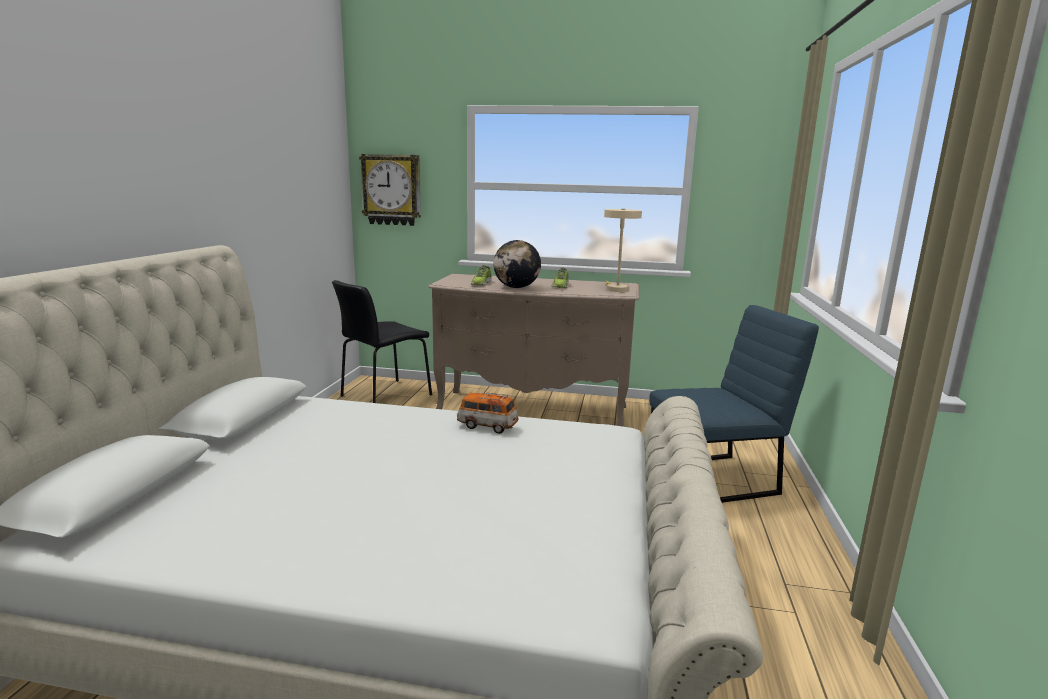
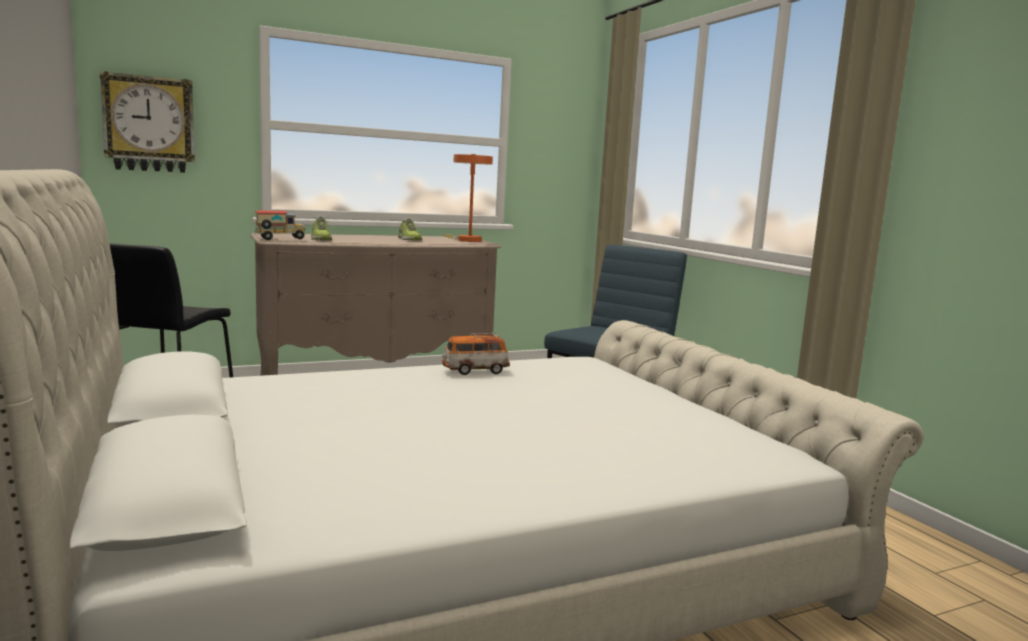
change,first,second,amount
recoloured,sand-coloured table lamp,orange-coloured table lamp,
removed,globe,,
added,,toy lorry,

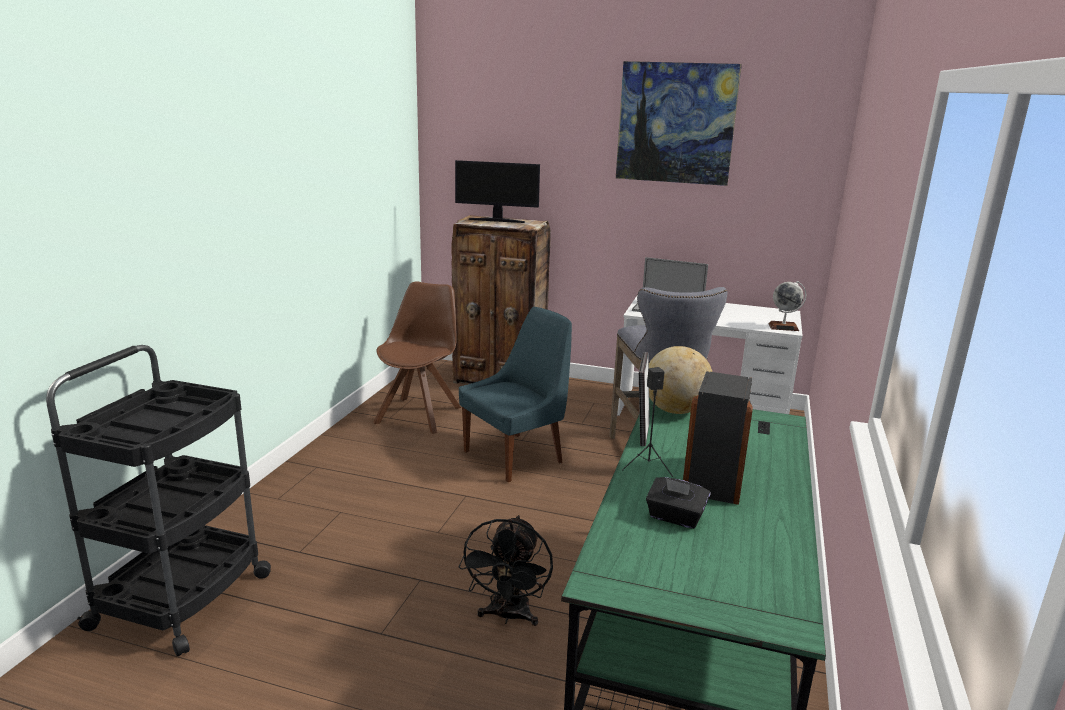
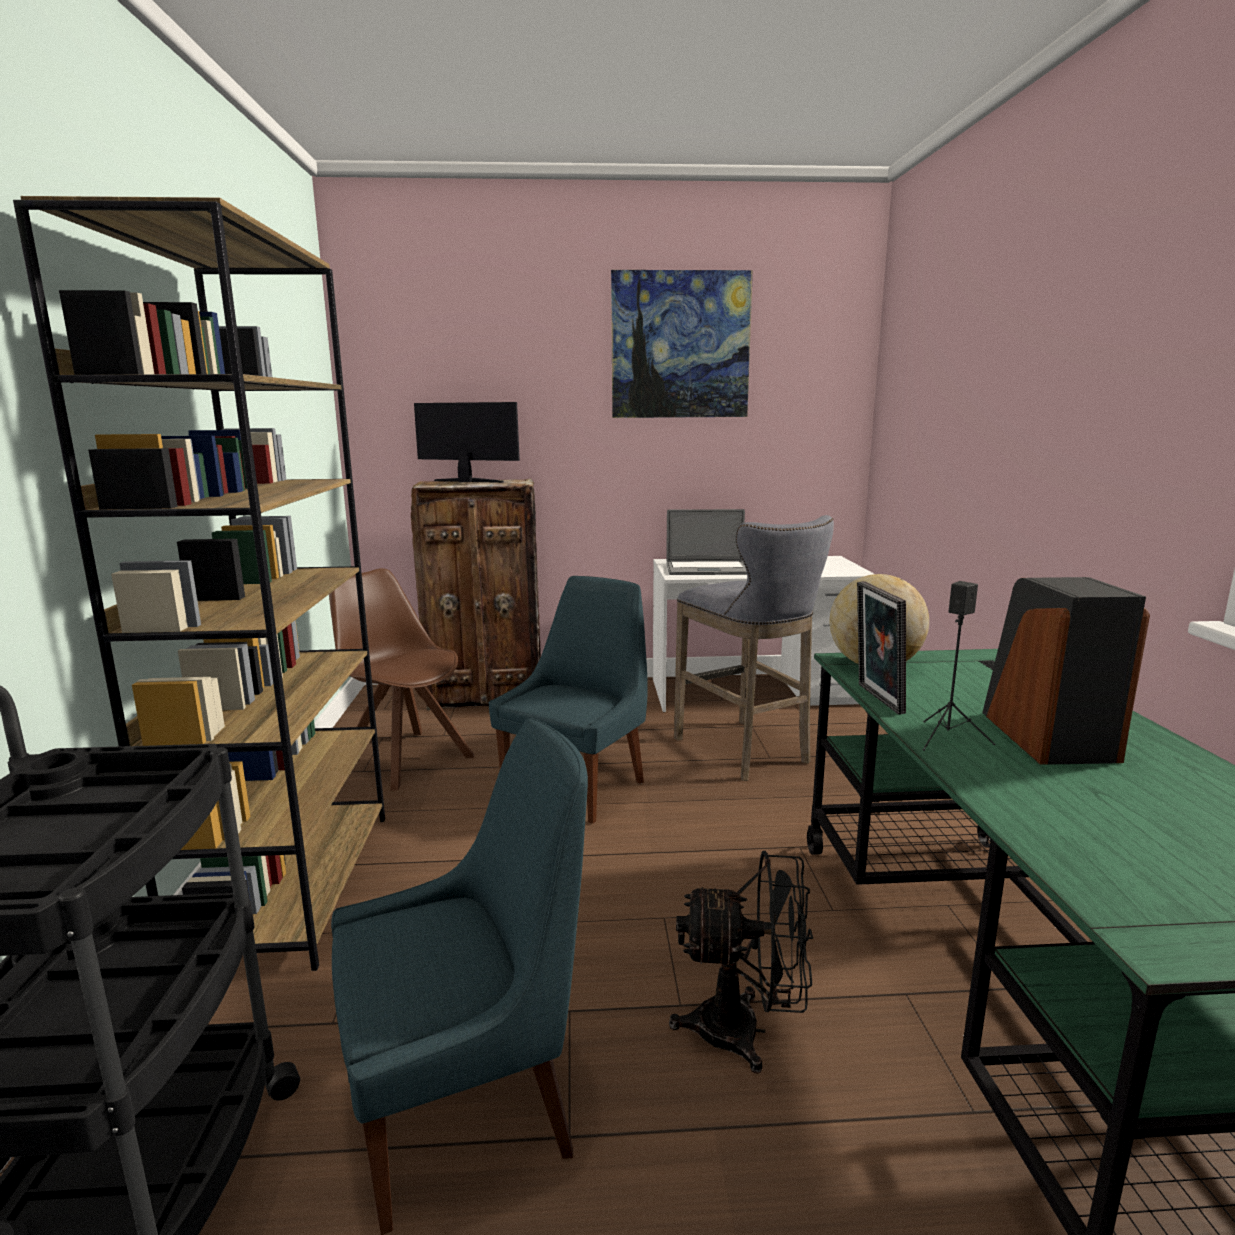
change,first,second,amount
turned,computer screen,,150 degrees counterclockwise
turned,brown-coloured plain chair,,45 degrees counterclockwise
removed,globe (2nd from left),,
removed,blackish tissue box,,
turned,blackish electric fan,,75 degrees counterclockwise
added,,brown-coloured bookshelf,
added,,bluish plain chair (1st from left),

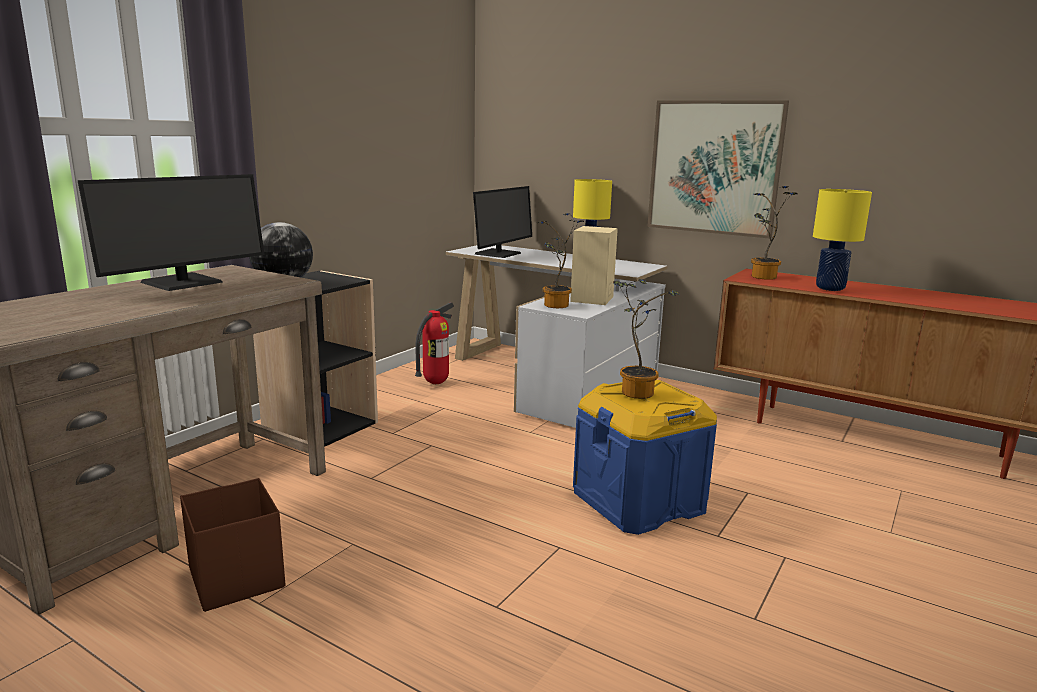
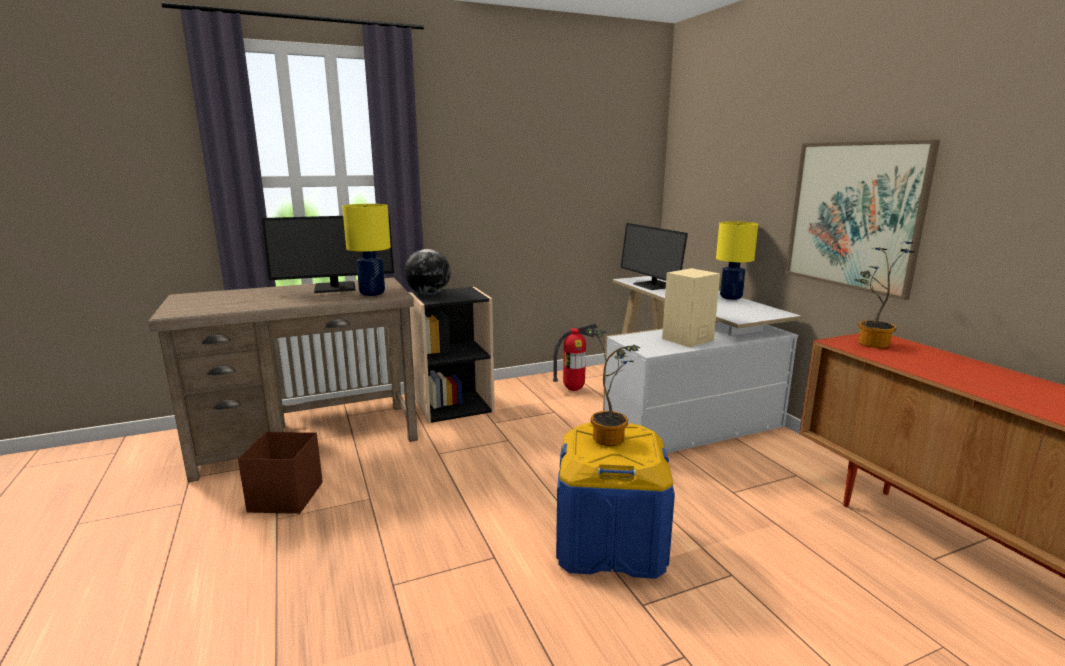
change,first,second,amount
turned,computer screen (2nd from left),,90 degrees clockwise
moved,yellowish table lamp (2nd from left in the first image),yellowish table lamp (1st from left),
removed,plant in a pot (1st from left),,

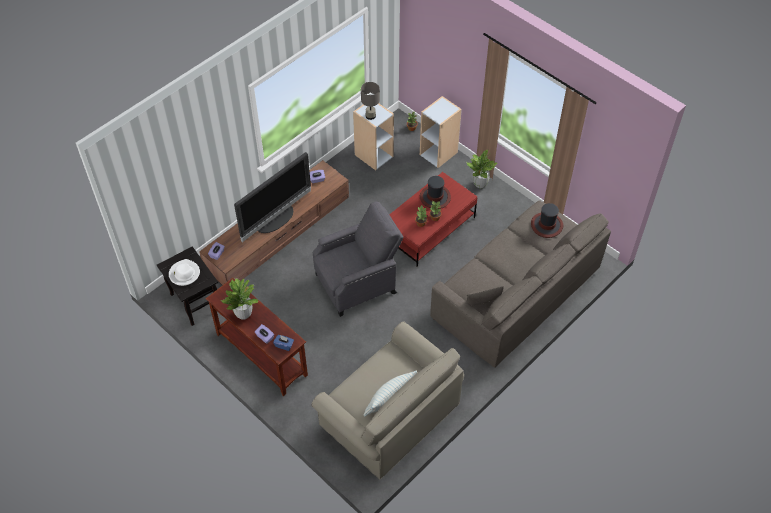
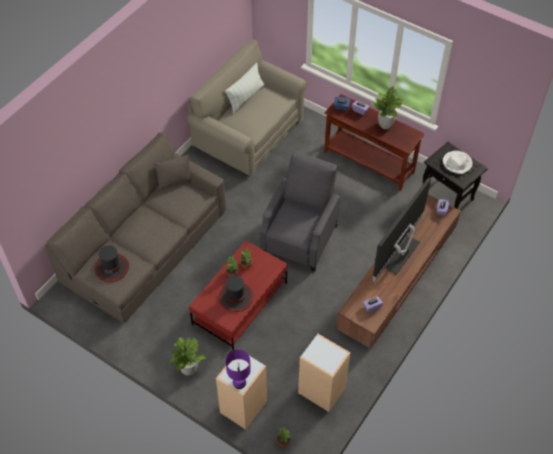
change,first,second,amount
removed,greyish table lamp,,
turned,greyish easy chair,,150 degrees clockwise
added,,purplish table lamp,

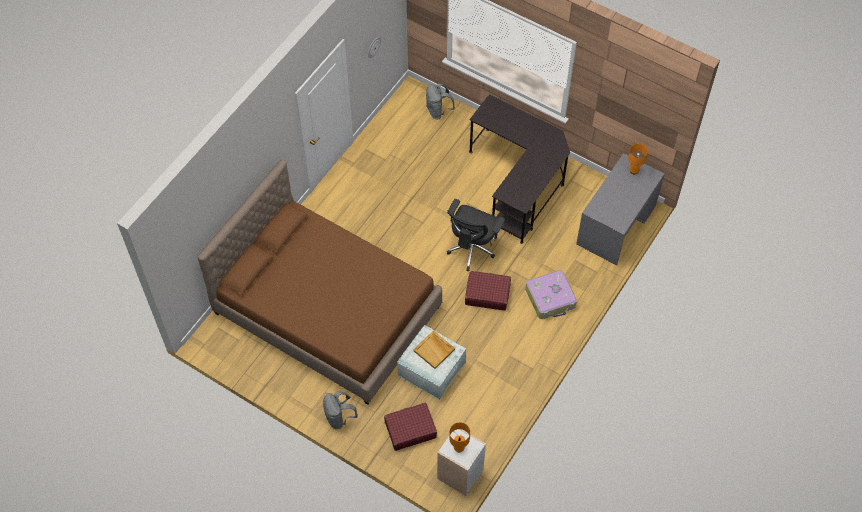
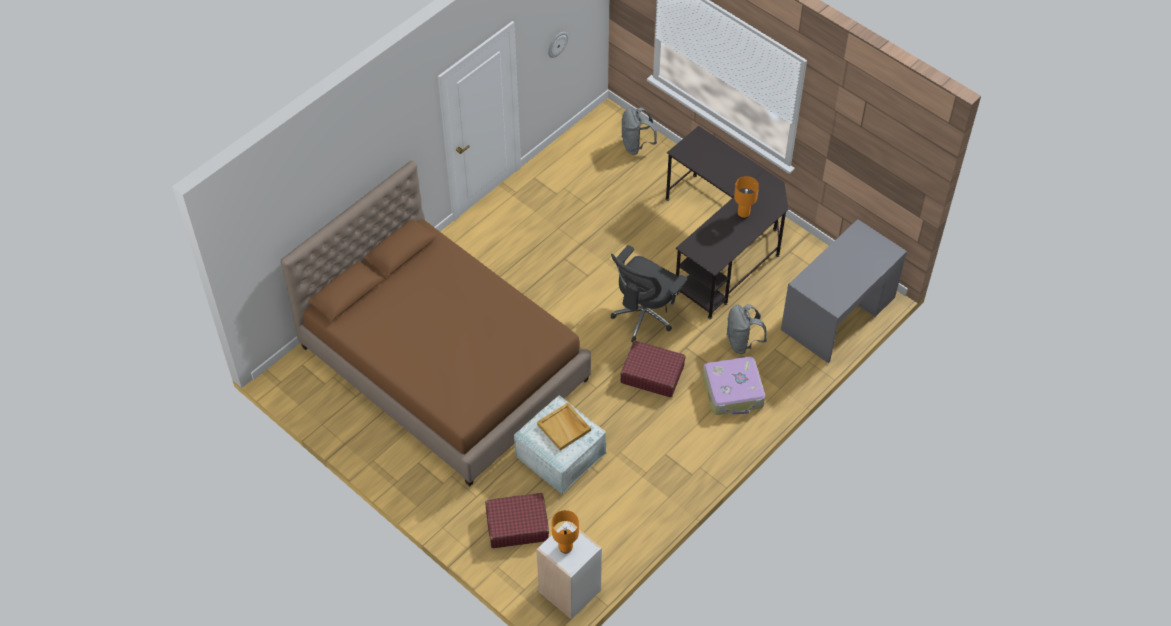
change,first,second,amount
moved,orange-coloured table lamp (2nd from left),,
moved,greyish rucksack (1st from left in the first image),greyish rucksack (2nd from left),

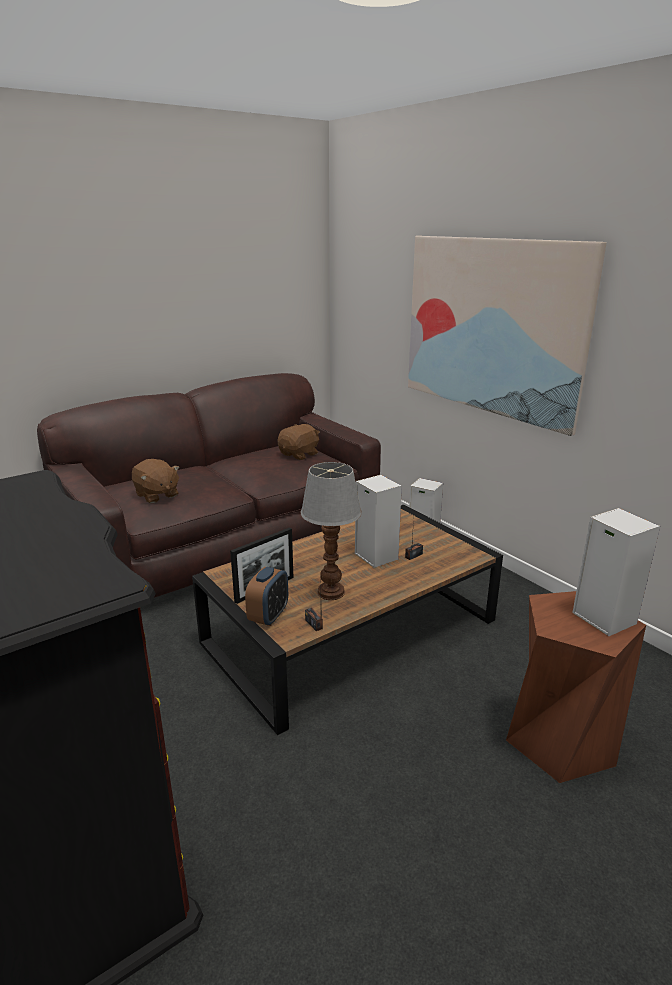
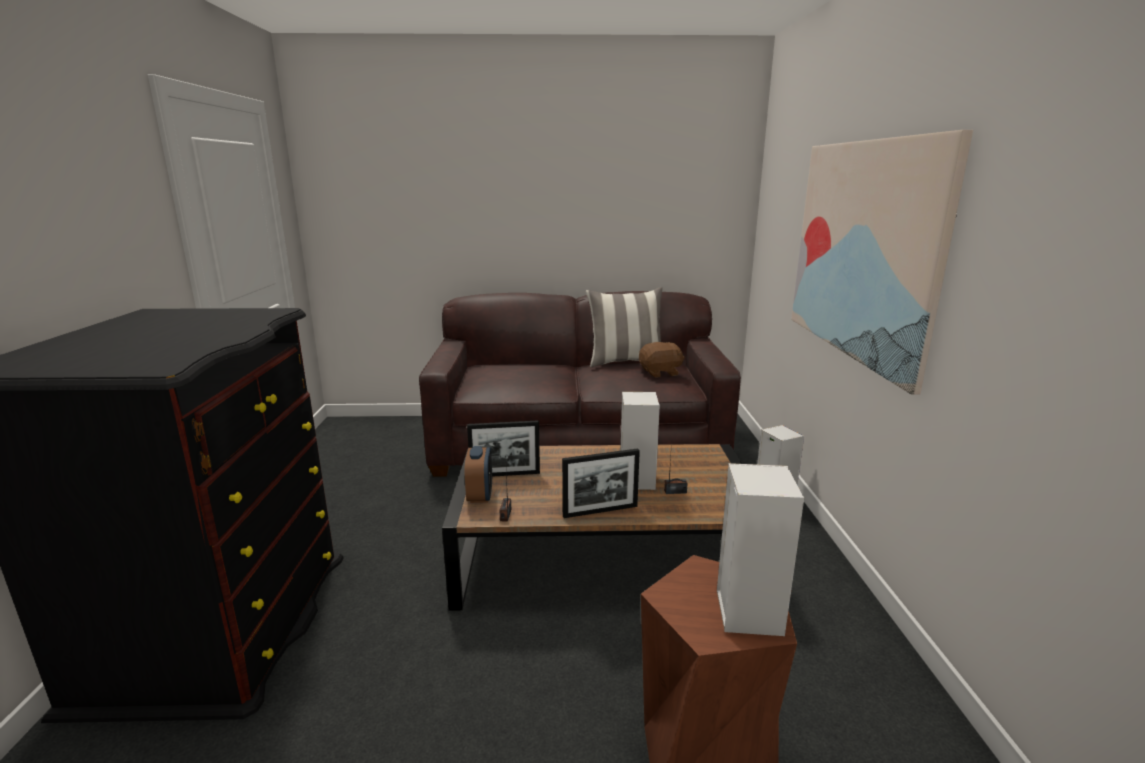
change,first,second,amount
removed,brown-coloured plush toy (1st from left),,
removed,table lamp,,
turned,bedside clock,,60 degrees counterclockwise
added,,cushion,
added,,picture frame (2nd from left),

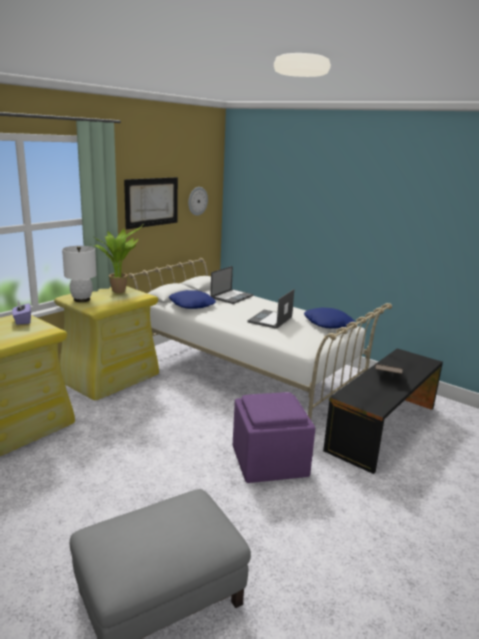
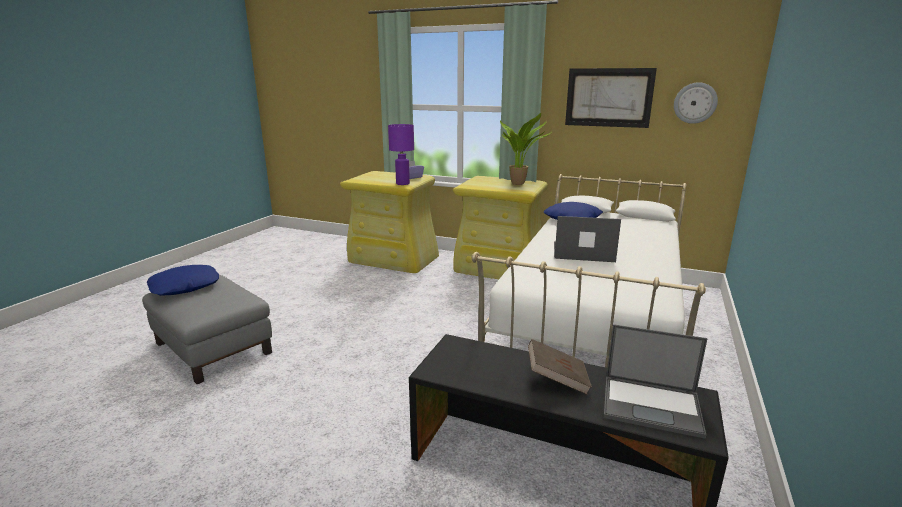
change,first,second,amount
removed,white-coloured table lamp,,
moved,notebook computer (1st from left in the first image),notebook computer (2nd from left),
moved,bluish cushion (2nd from left in the first image),bluish cushion (1st from left),
removed,purplish ottoman,,
added,,purplish table lamp,

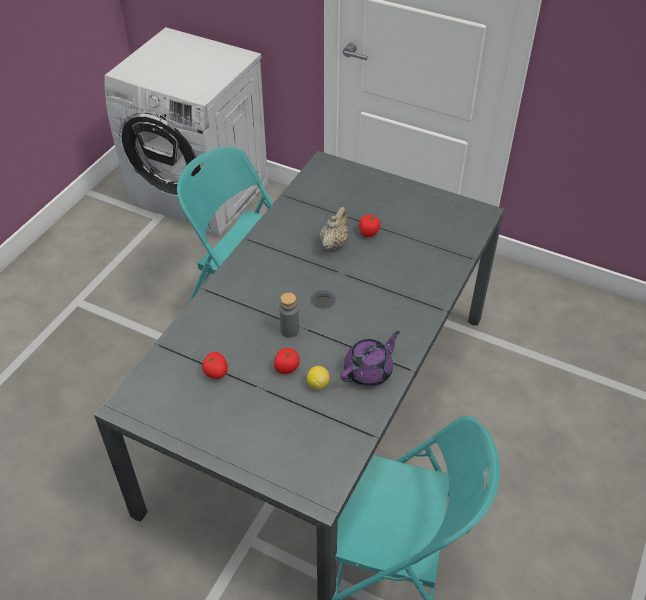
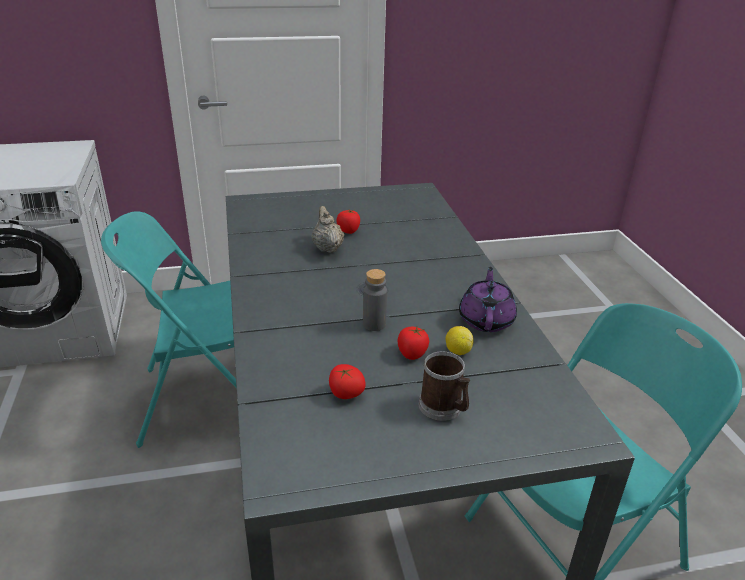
change,first,second,amount
added,,coffee mug,

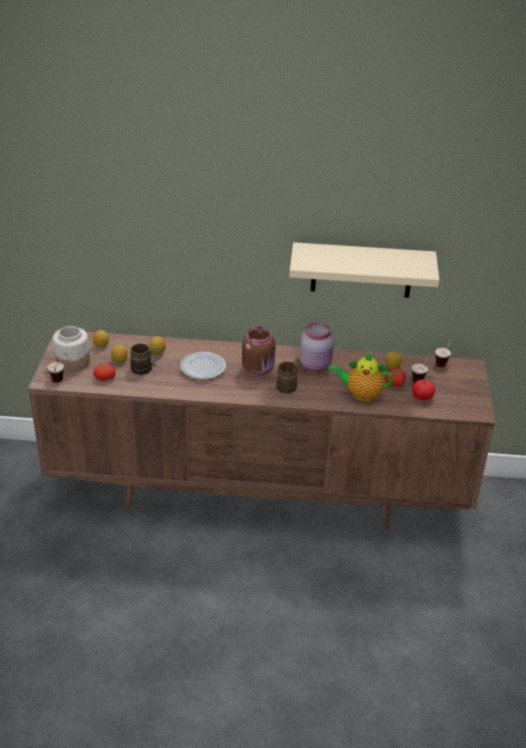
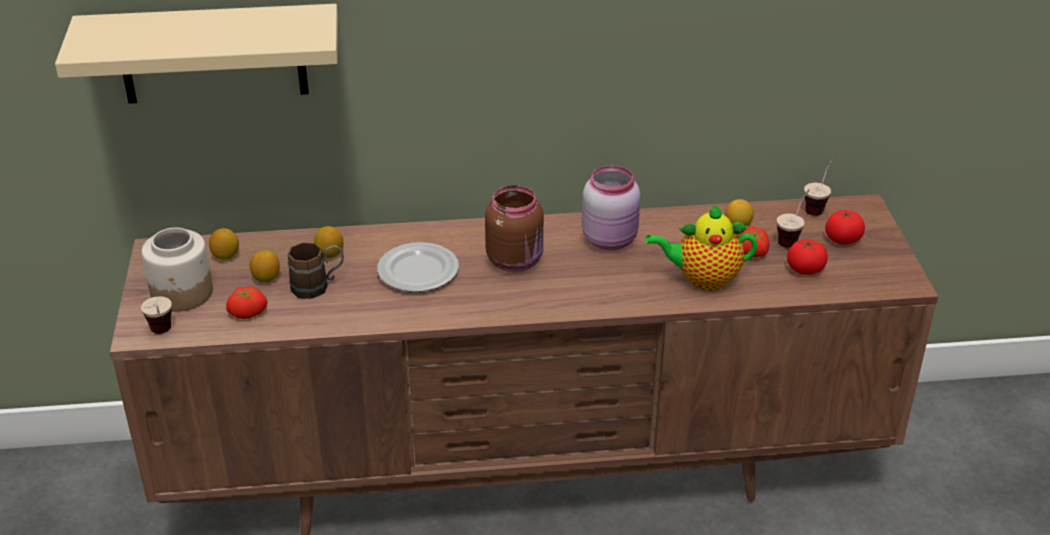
change,first,second,amount
moved,sand-coloured shelf,,
removed,brown-coloured coffee mug (2nd from left),,
added,,tomato (4th from left),

